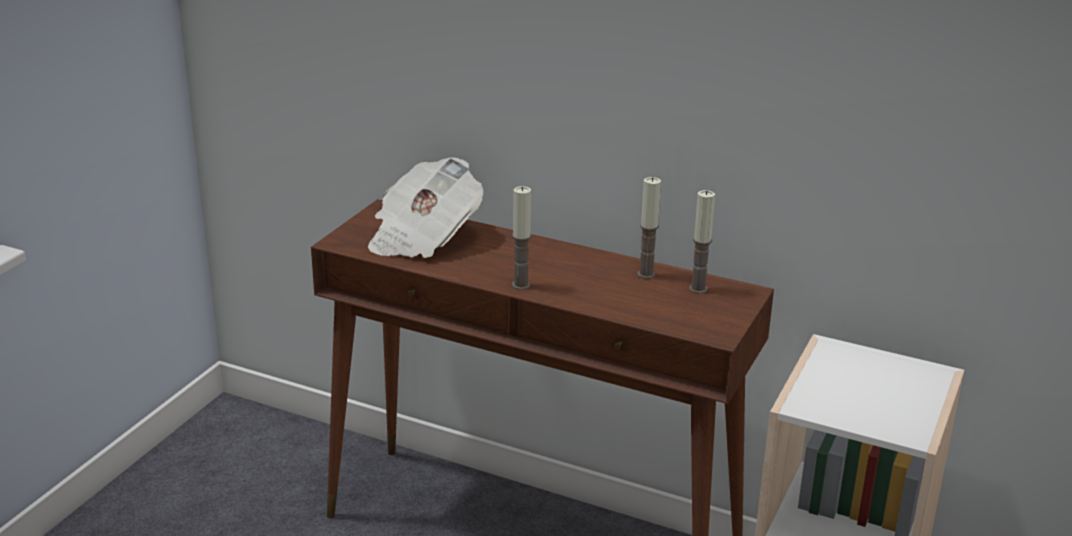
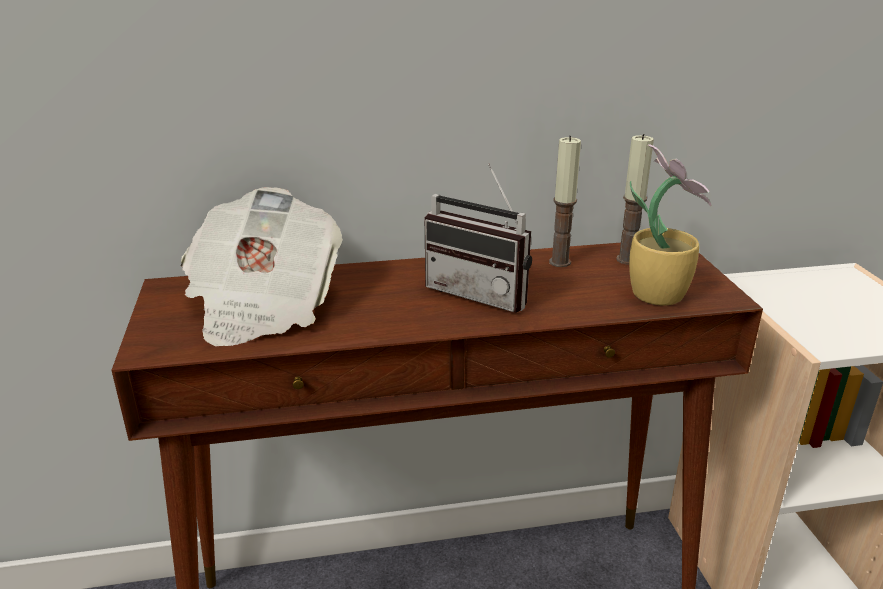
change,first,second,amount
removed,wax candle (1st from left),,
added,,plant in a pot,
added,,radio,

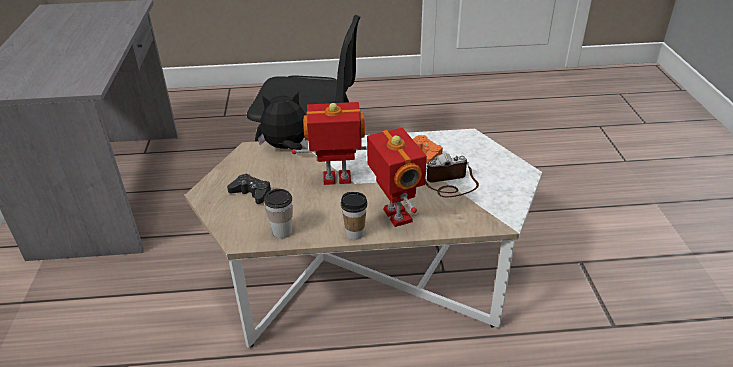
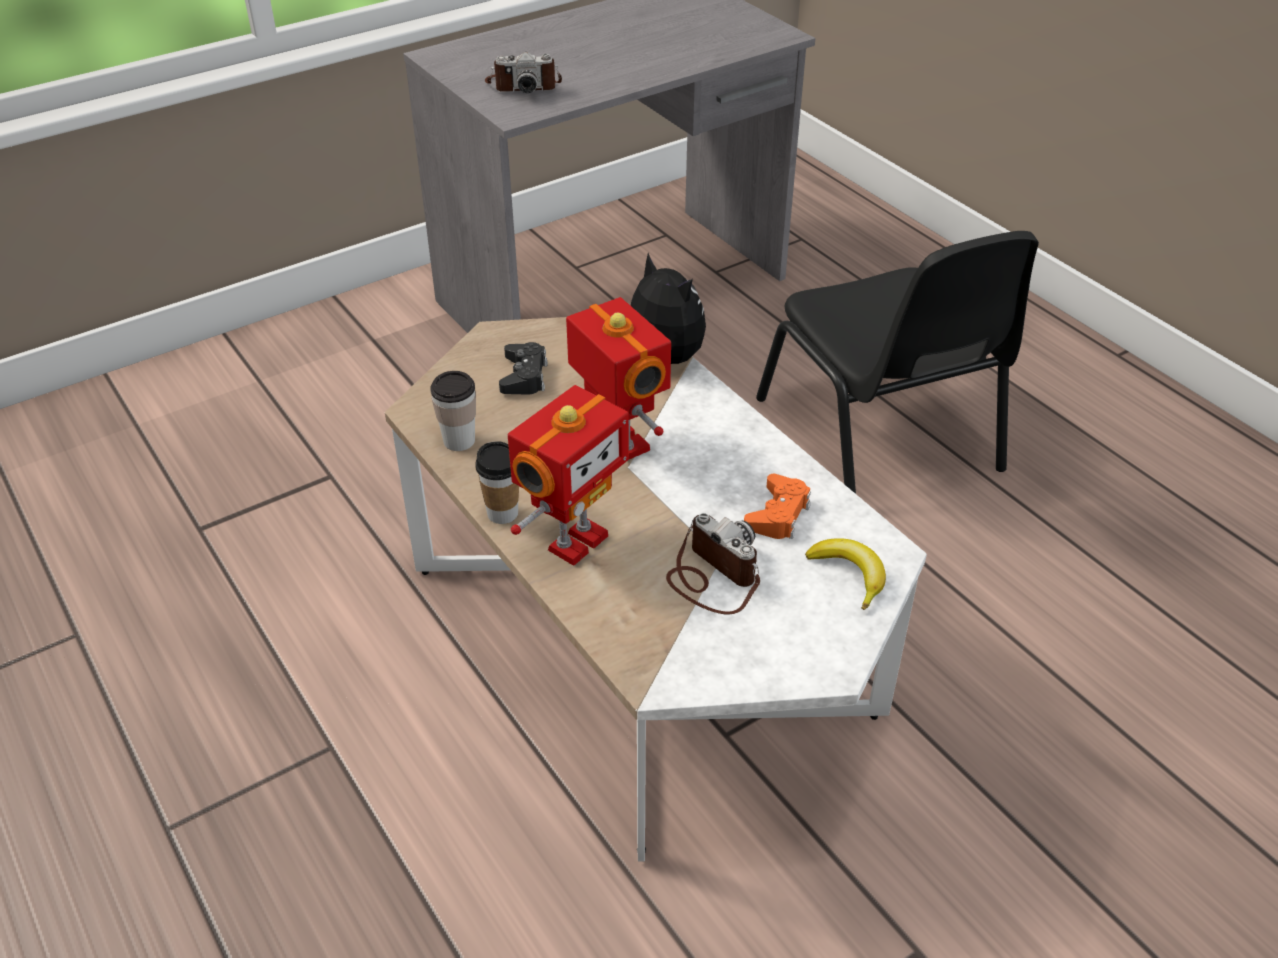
change,first,second,amount
added,,still camera (1st from left),
added,,banana,

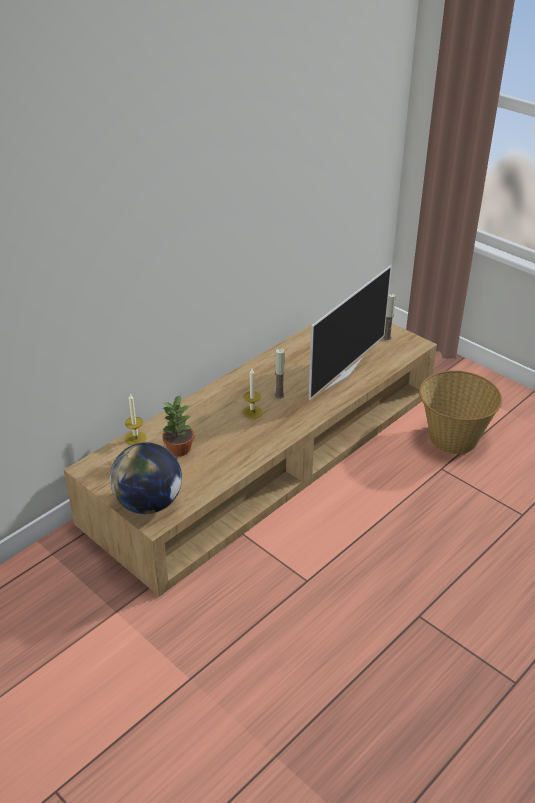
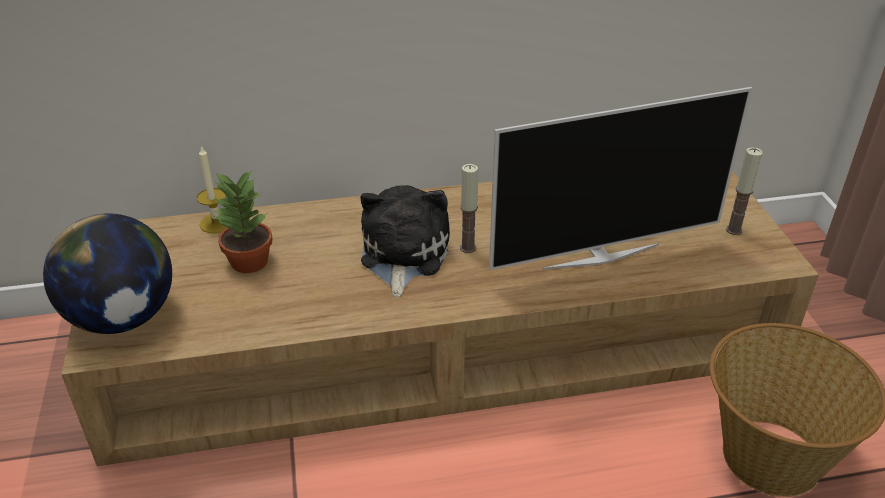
change,first,second,amount
replaced,wax candle (2nd from left),plush toy,

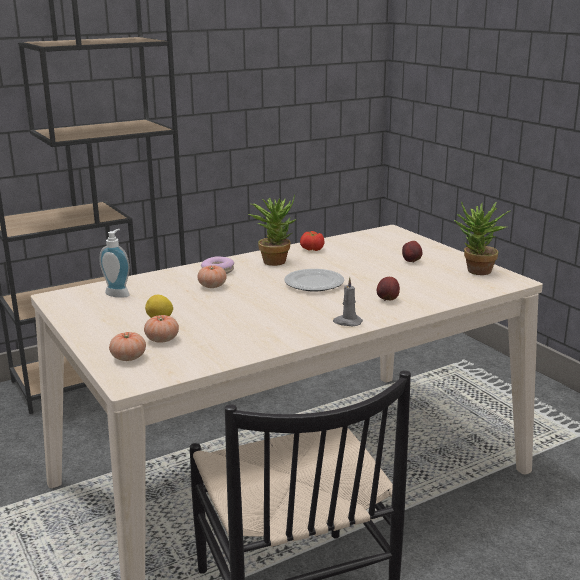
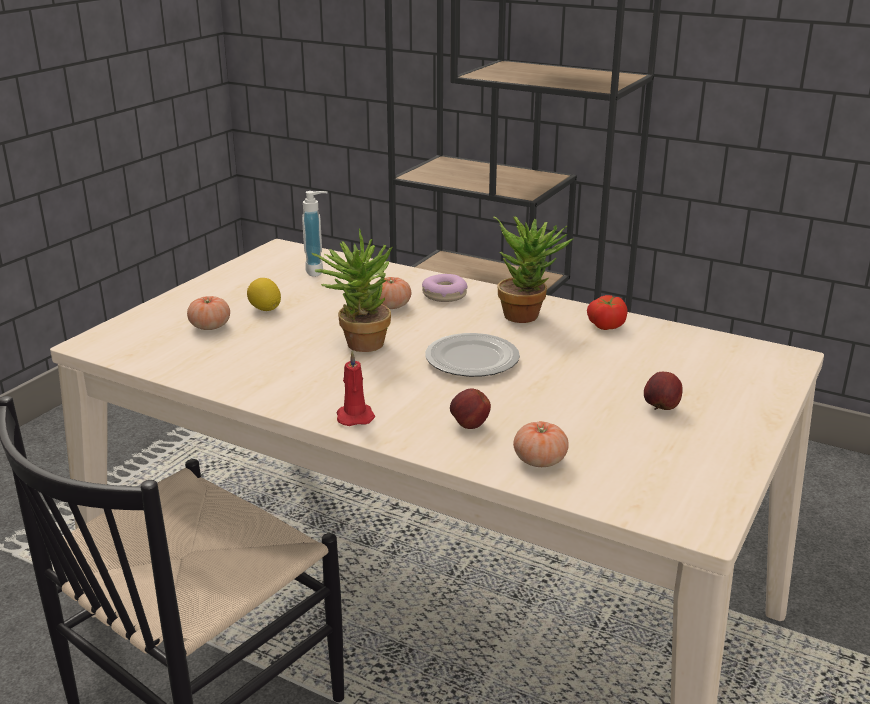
change,first,second,amount
moved,plant in a pot (2nd from left in the first image),plant in a pot (1st from left),
recoloured,greyish wax candle,red wax candle,
moved,tomato (1st from left in the first image),tomato (3rd from left),

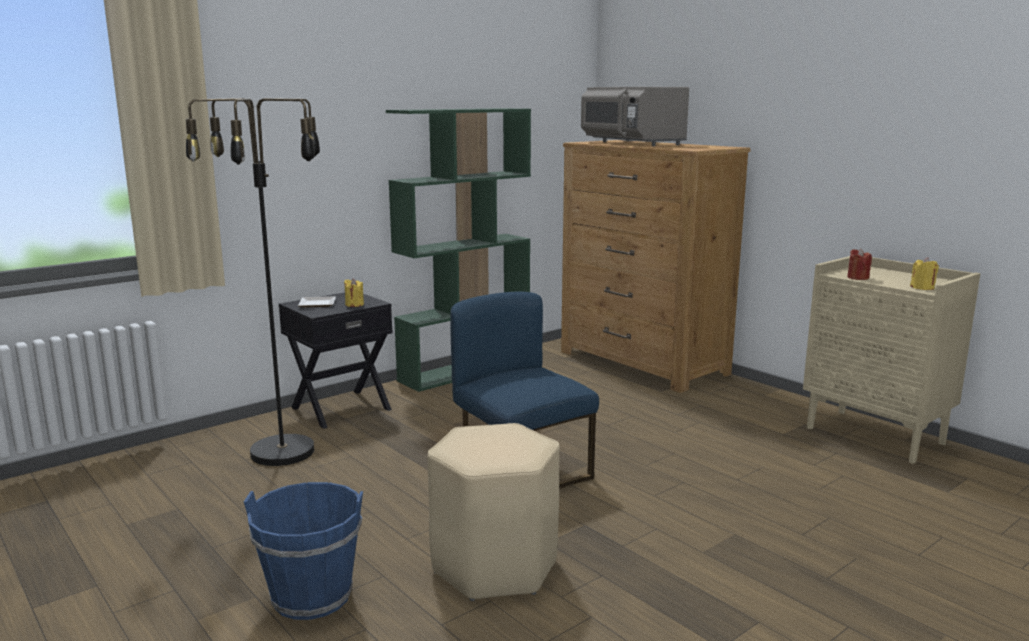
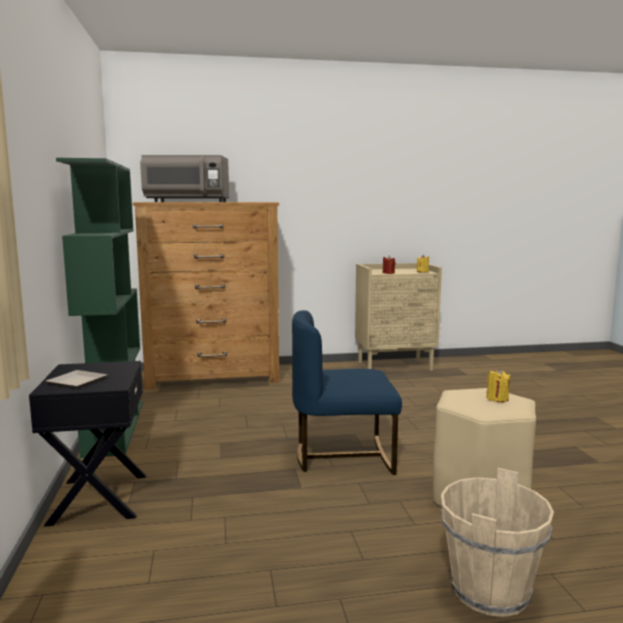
change,first,second,amount
removed,standing lamp,,
moved,yellowish wax candle (1st from left in the first image),yellowish wax candle (2nd from left),
recoloured,bluish pail,sand-coloured pail,

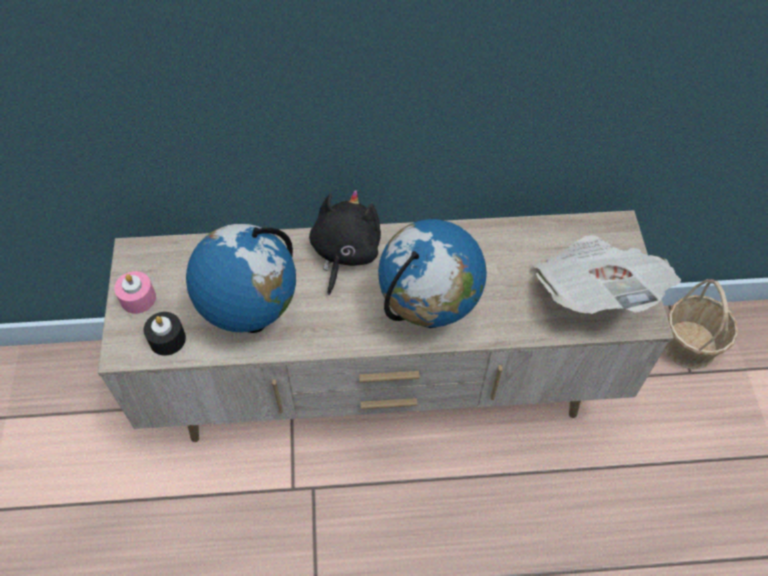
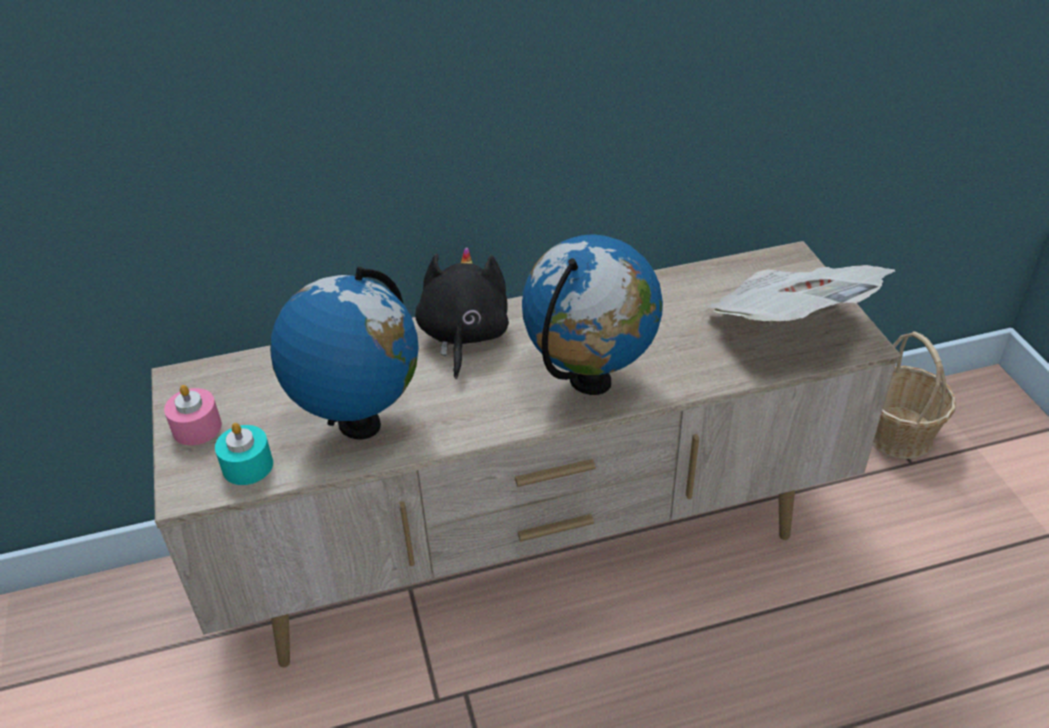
change,first,second,amount
recoloured,blackish wax candle,blue-green wax candle,

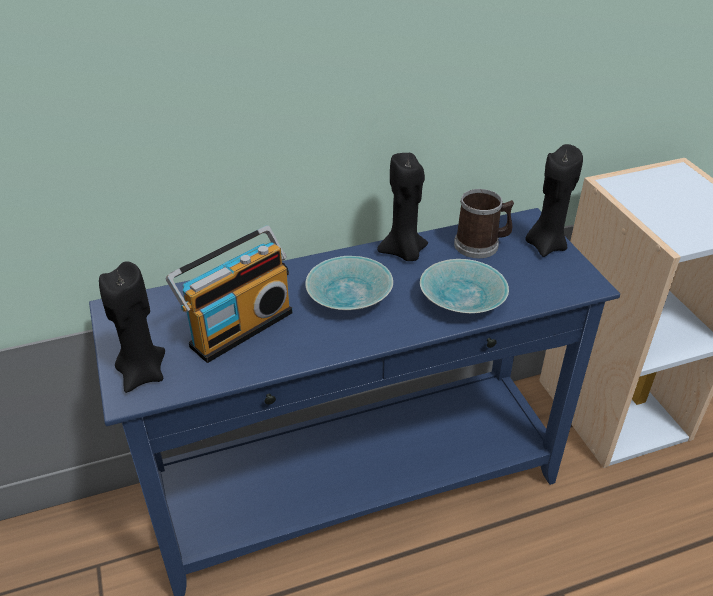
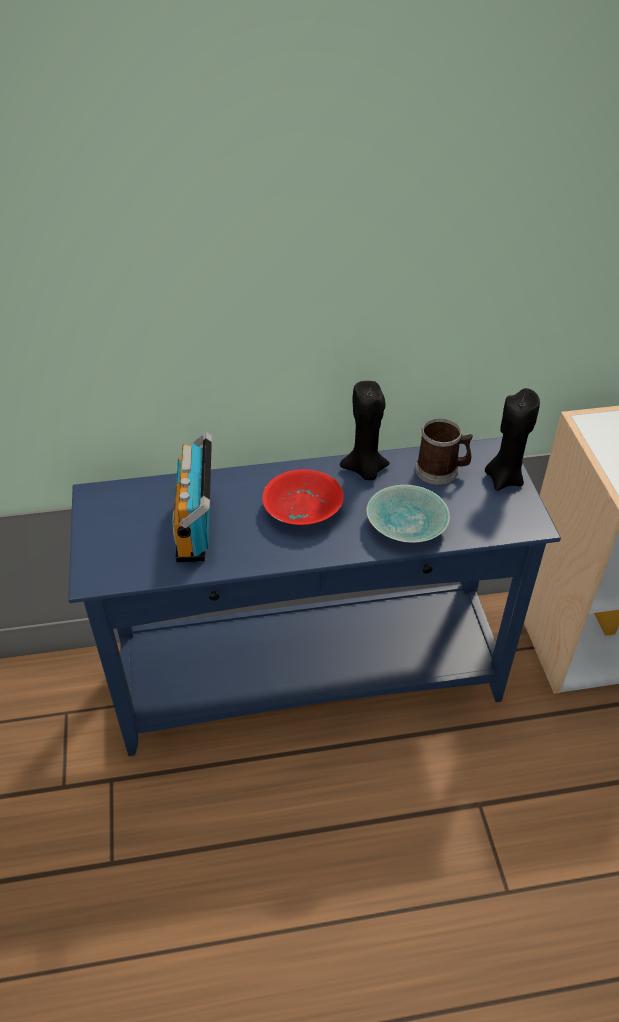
change,first,second,amount
turned,radio,,120 degrees clockwise
recoloured,blue-green bowl (1st from left),red bowl,
removed,blackish wax candle (1st from left),,

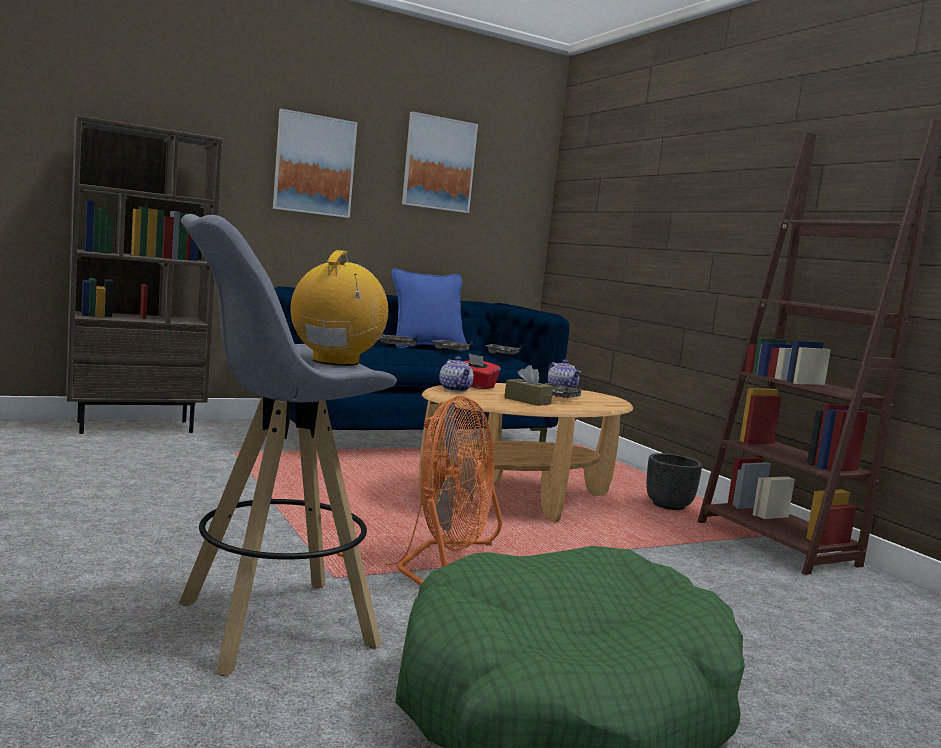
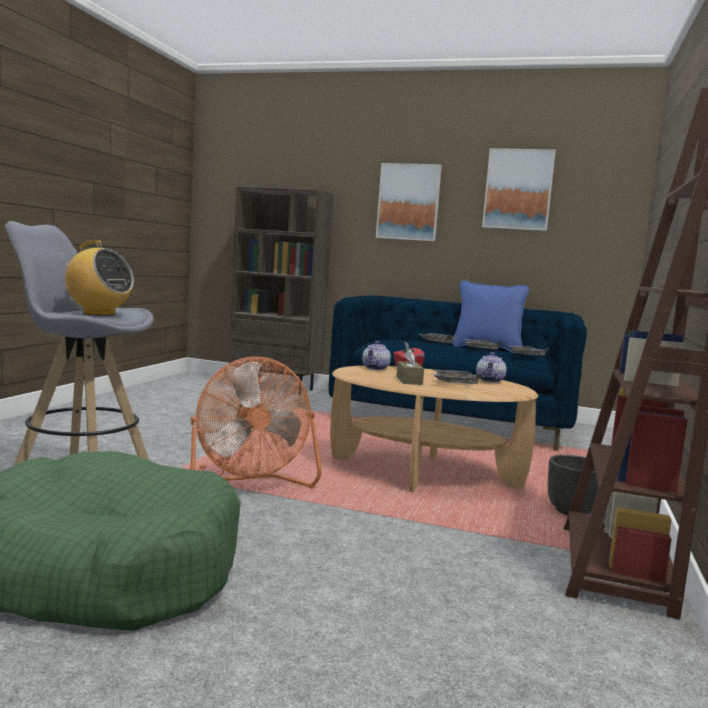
change,first,second,amount
turned,radio,,60 degrees clockwise

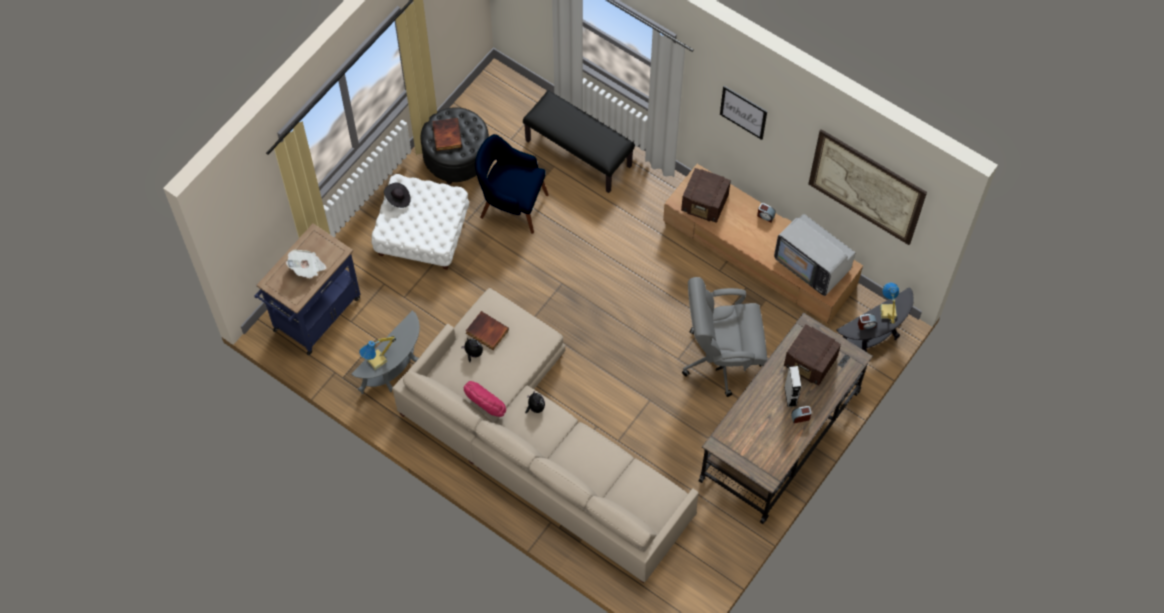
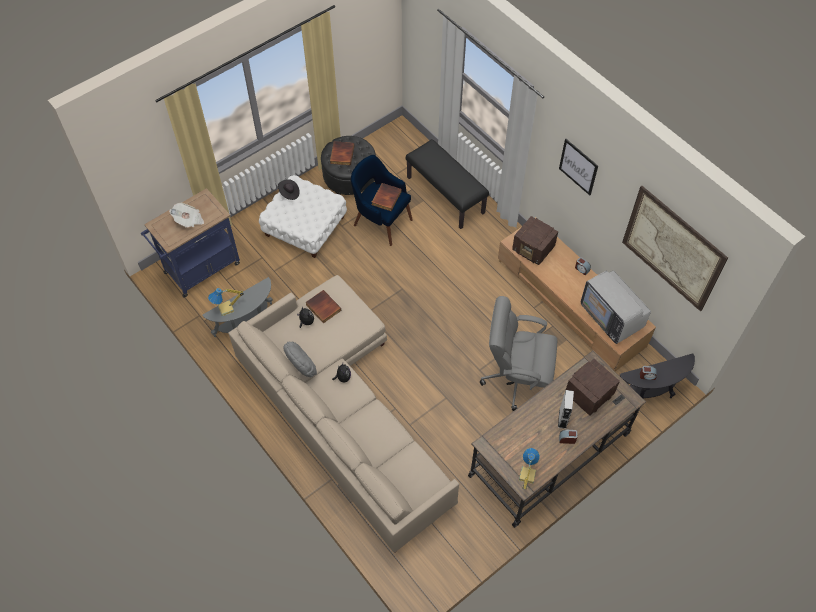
change,first,second,amount
moved,table lamp (2nd from left),,
turned,radio (2nd from left),,90 degrees clockwise
recoloured,pink-coloured cushion,greyish cushion,
added,,book (3rd from left),

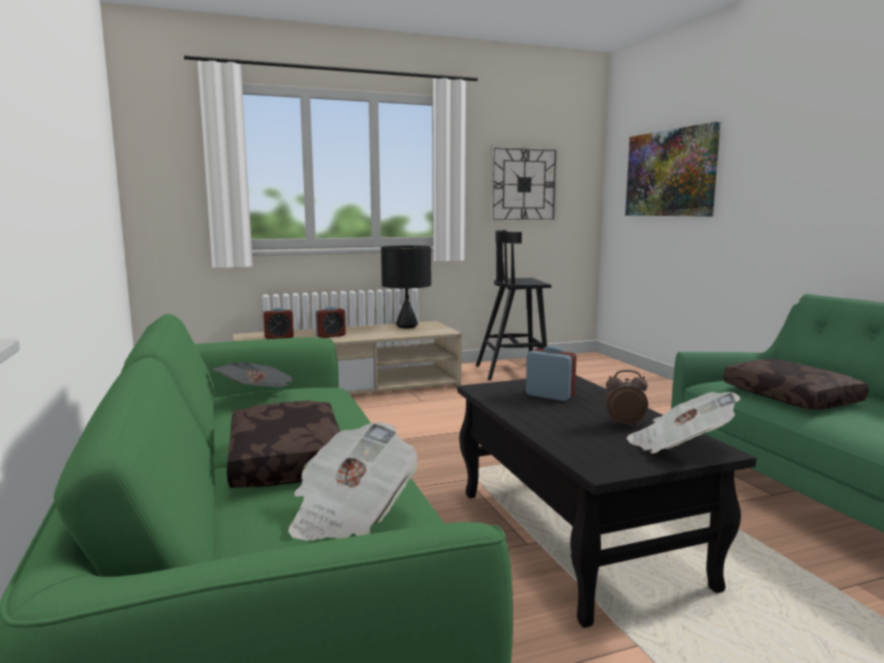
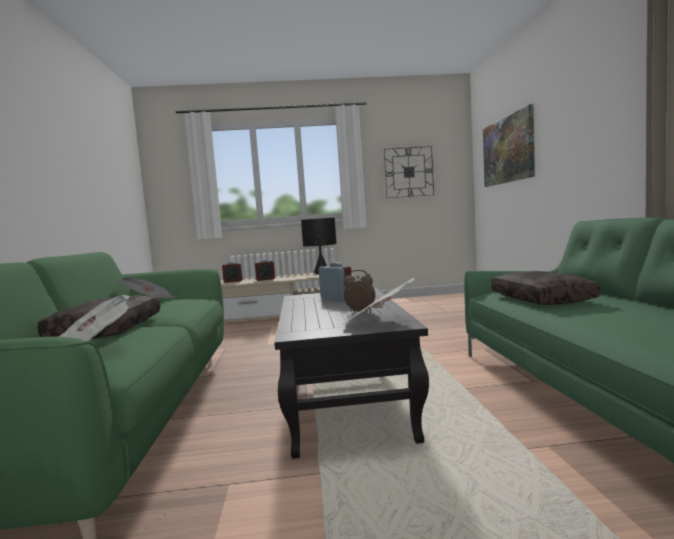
change,first,second,amount
removed,blackish stool,,

